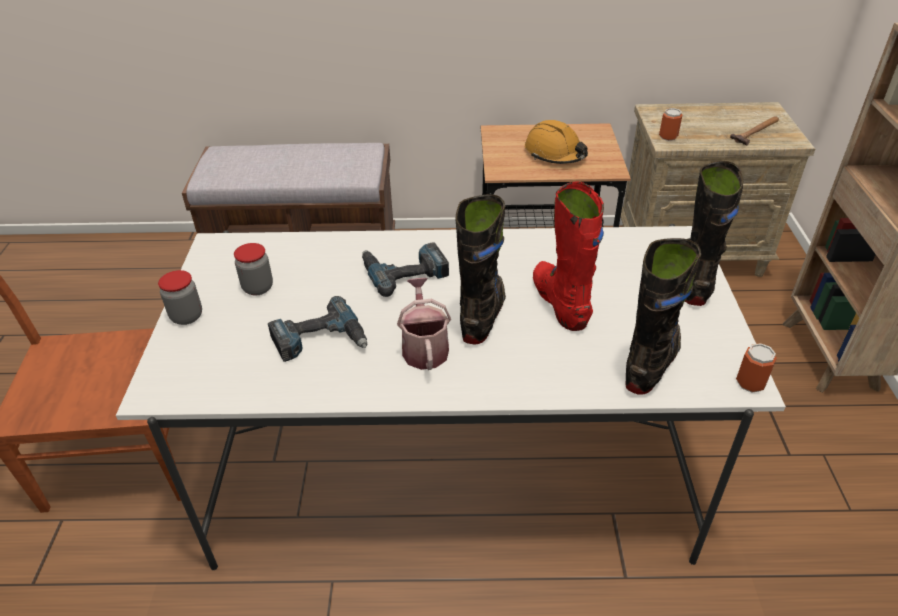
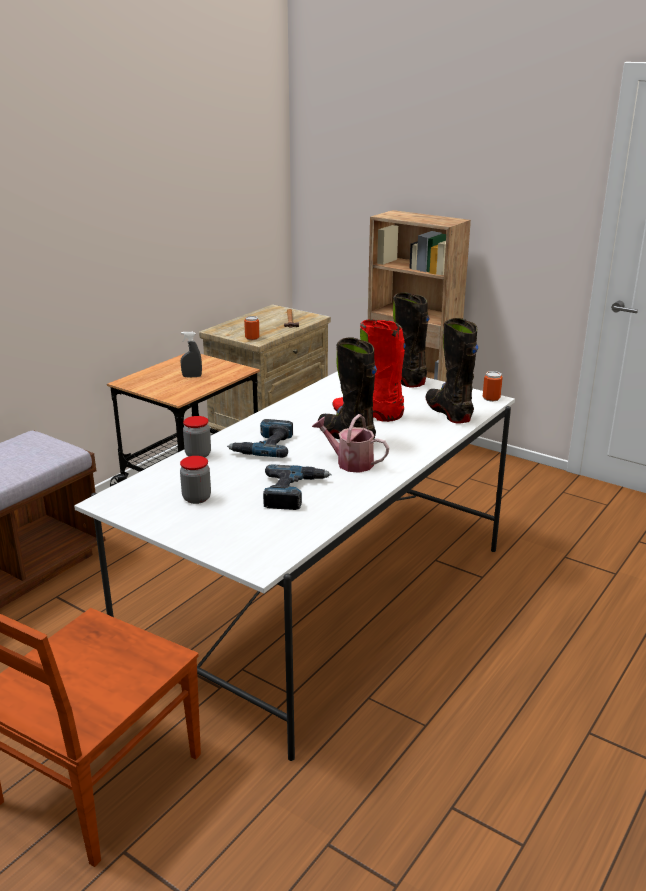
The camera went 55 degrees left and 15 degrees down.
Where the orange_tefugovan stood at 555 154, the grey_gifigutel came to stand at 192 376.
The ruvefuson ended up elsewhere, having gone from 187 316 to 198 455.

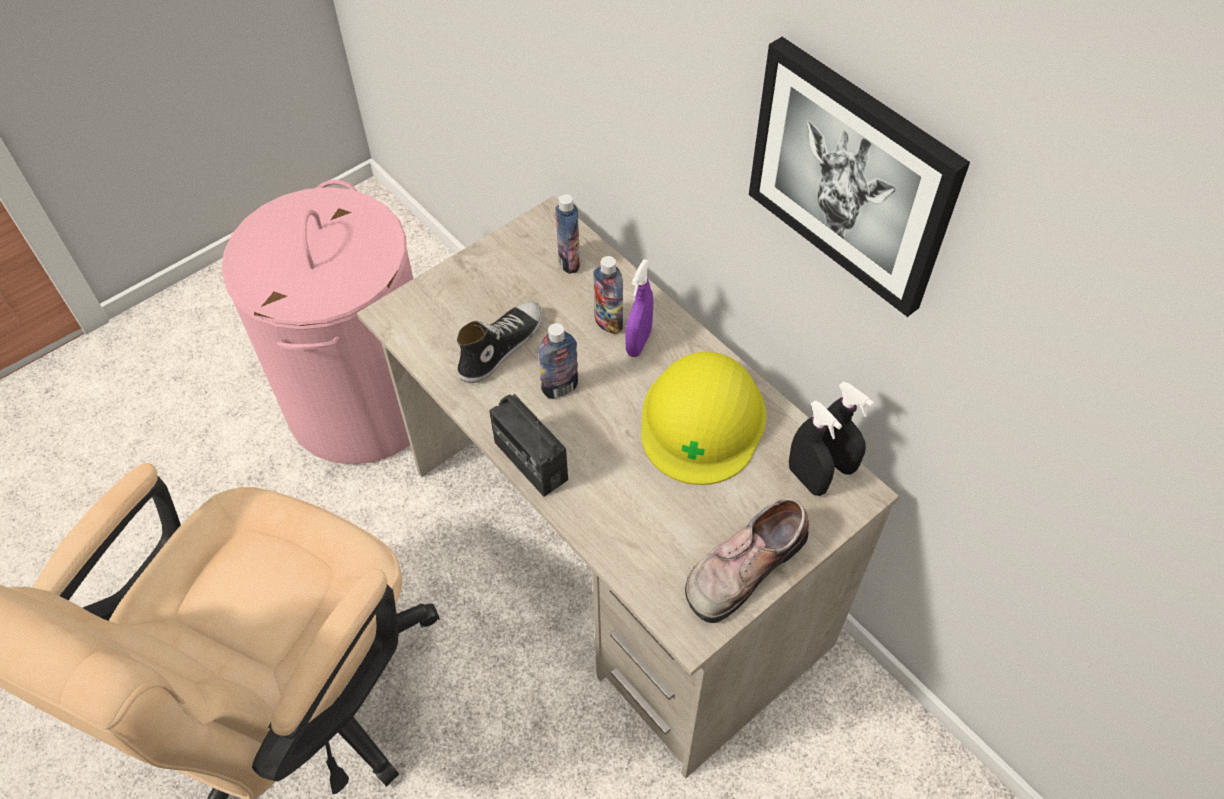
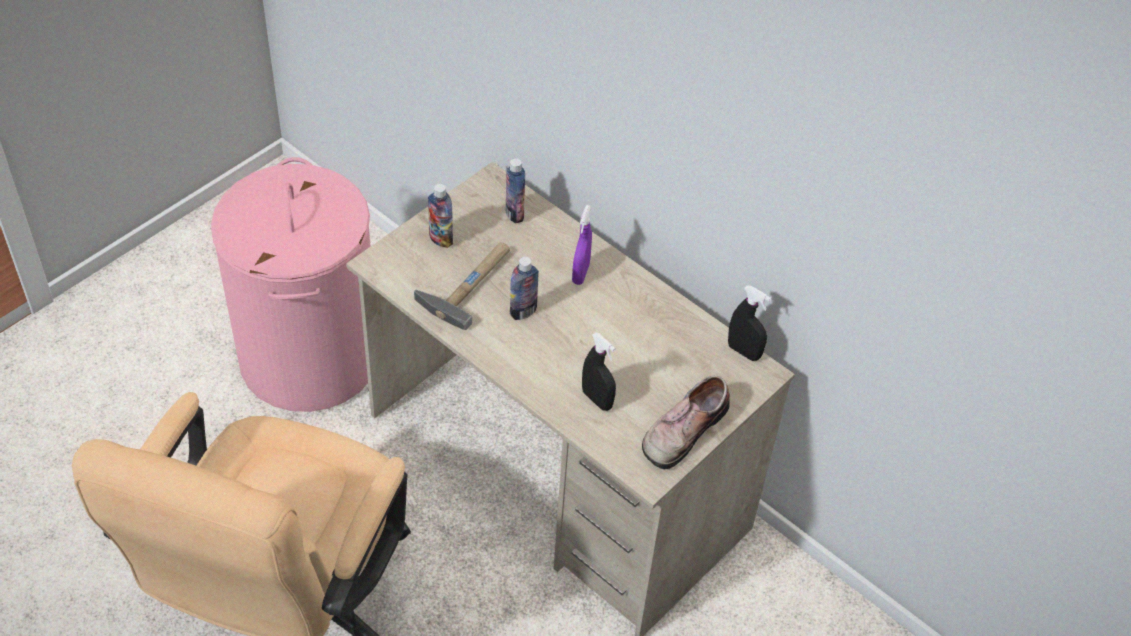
The camera went 10 degrees left and 5 degrees down.
The second view lost the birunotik at 852 176.
The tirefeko ended up elsewhere, having gone from 608 322 to 441 239.
Where the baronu stood at 500 346, the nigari came to stand at 470 283.
The second view lost the yellow_tefugovan at 702 419.
The second view lost the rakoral at 530 461.
The black_gifigutel ended up elsewhere, having gone from 806 479 to 597 399.

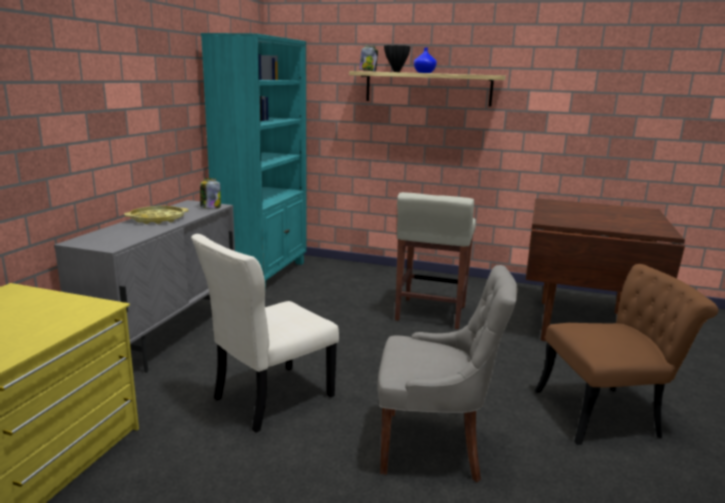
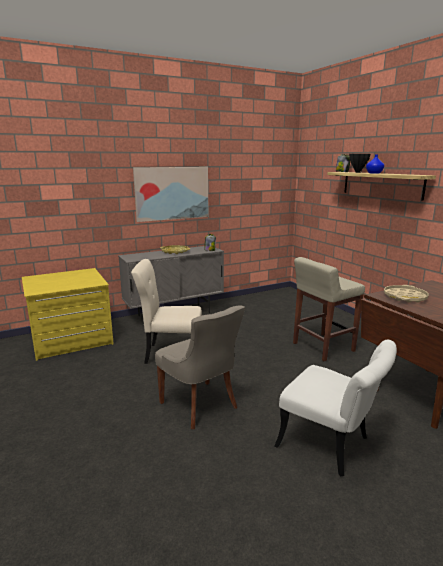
The camera went 45 degrees right and 0 degrees up.
The second view lost the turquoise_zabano at 264 274.
What was the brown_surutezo at 608 413 turned into the white_surutezo at 331 445.
The second view gained the birunotik at 172 193.
The second view gained the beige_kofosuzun at 405 297.

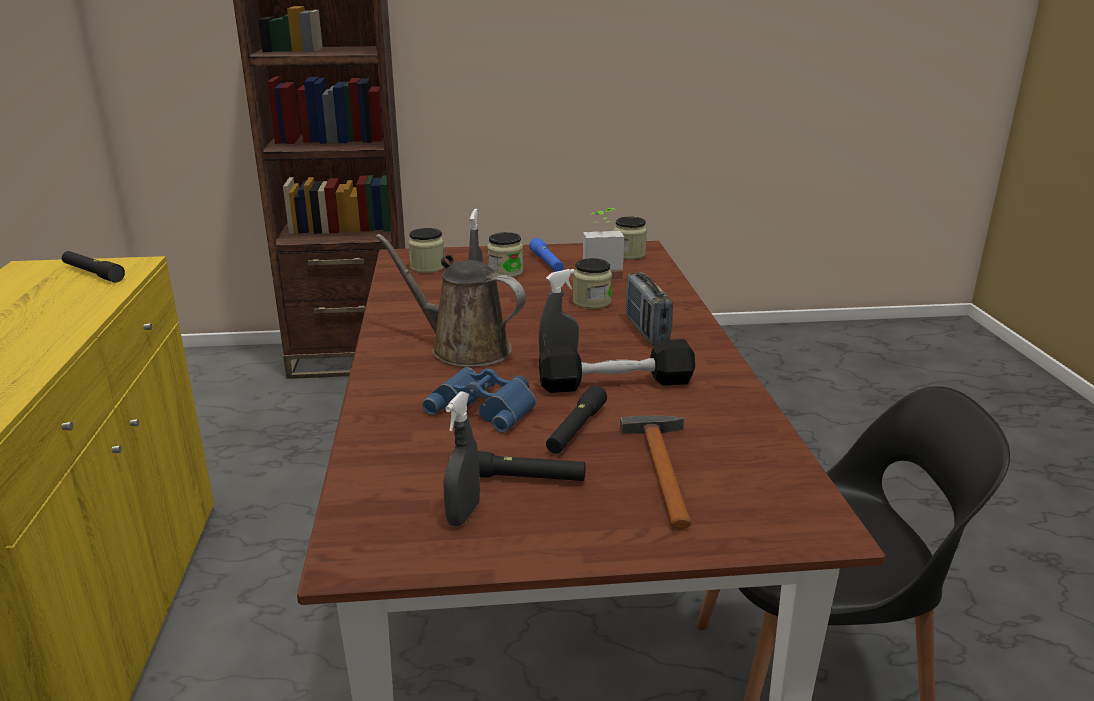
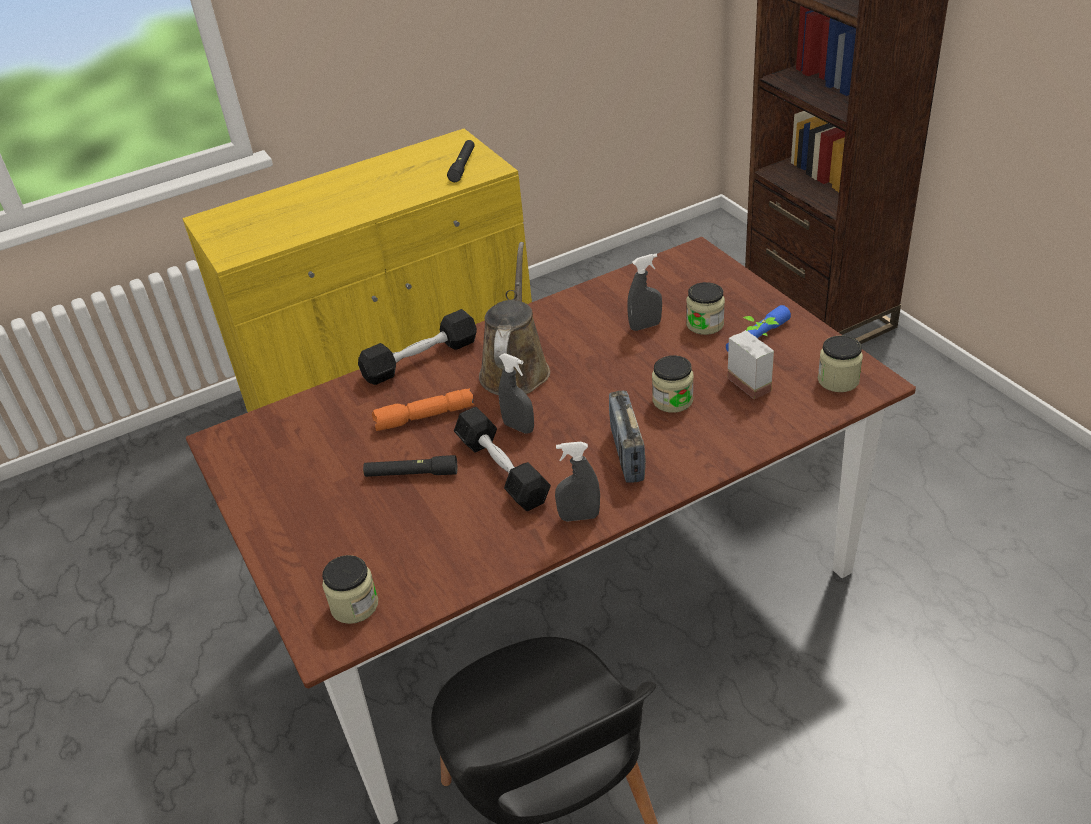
The camera went 70 degrees right and 15 degrees up.
The ruvefuson ended up elsewhere, having gone from 427 267 to 354 605.
The rakoral at 646 331 ended up facing another way, 60 degrees counterclockwise from before.
Where the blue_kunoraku stood at 486 406, the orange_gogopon came to stand at 424 418.
The grey_gifigutel ended up elsewhere, having gone from 463 514 to 579 517.
The second view lost the nigari at 662 467.
The second view lost the black_gogopon at 523 478.
The second view gained the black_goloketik at 421 359.

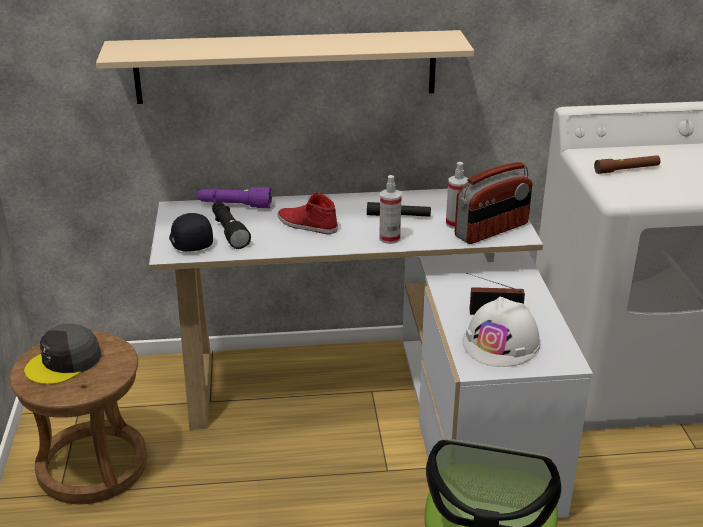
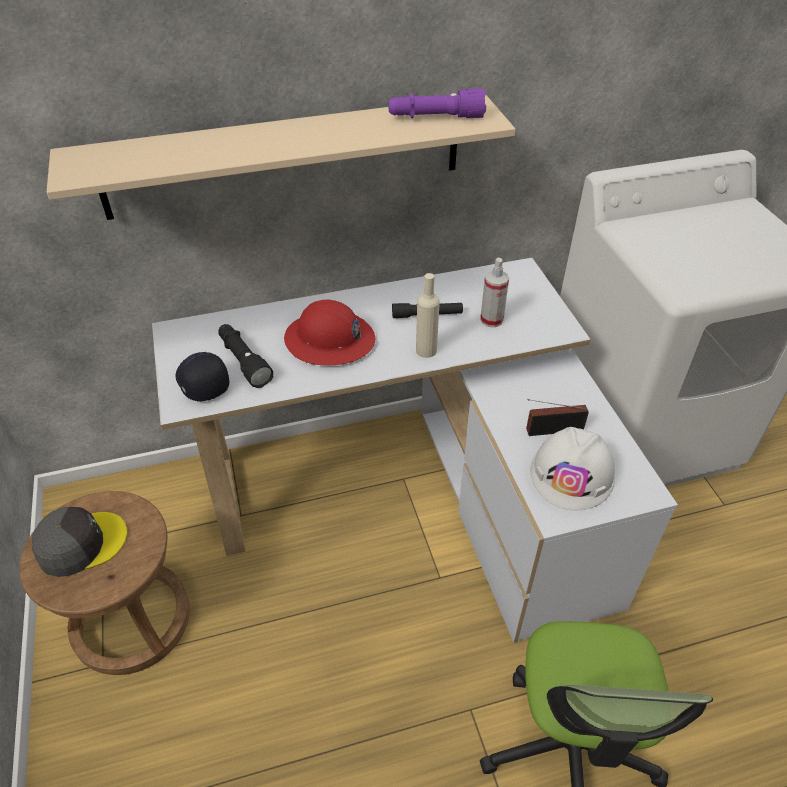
The camera went 10 degrees left and 15 degrees up.
The second view lost the brown_gogopon at 627 169.
The second view lost the rakoral at 492 230.
Where the gifigutel stood at 389 238, the beige_tirefeko came to stand at 426 350.
The purple_gogopon ended up elsewhere, having gone from 235 205 to 435 118.
Where the red_baronu stood at 307 225, the red_tefugovan came to stand at 329 340.
The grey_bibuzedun at 64 362 ended up facing another way, 150 degrees counterclockwise from before.

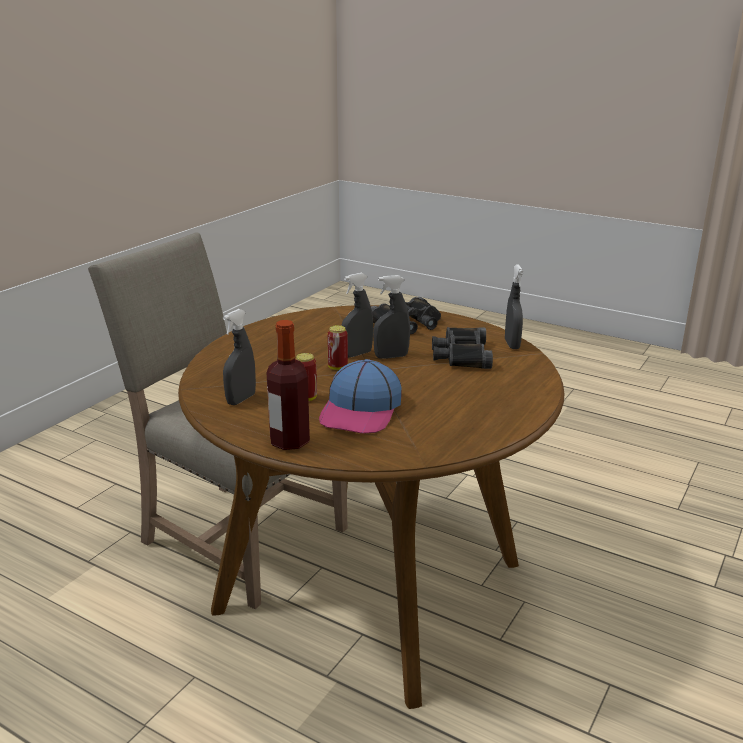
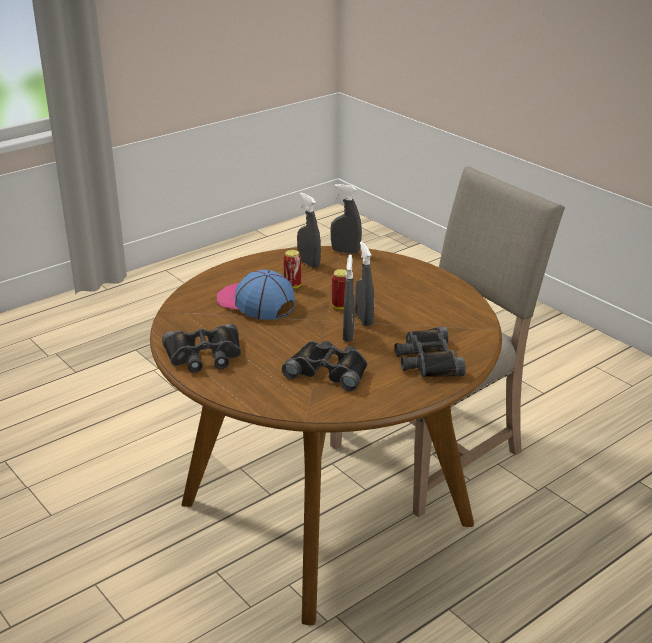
The camera went 110 degrees right and 5 degrees up.
The grey_gifigutel ended up elsewhere, having gone from 512 344 to 345 251.
The second view lost the tirefeko at 289 441.
The second view gained the black_kunoraku at 204 355.

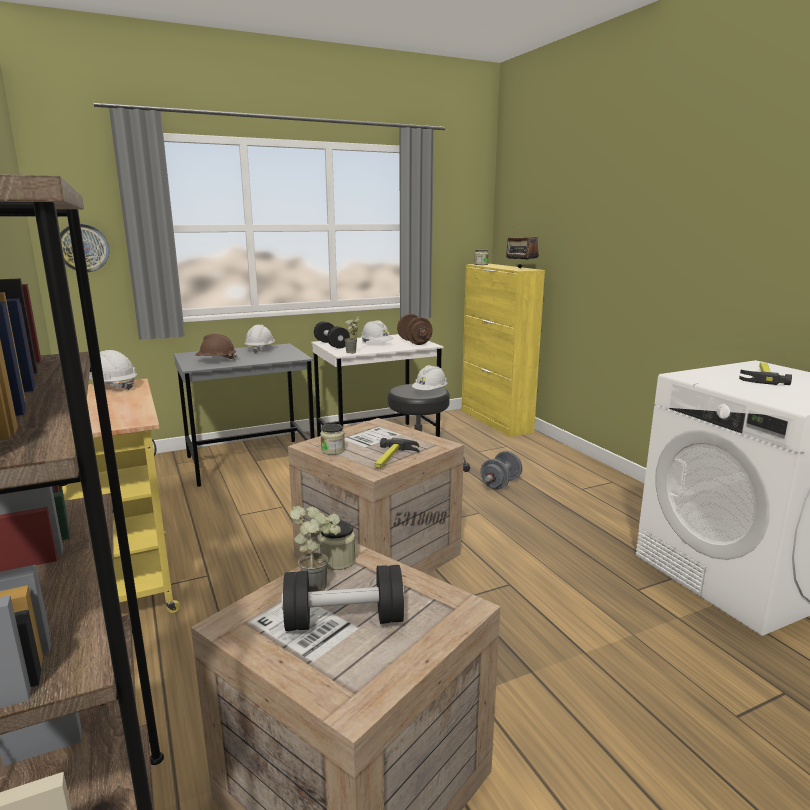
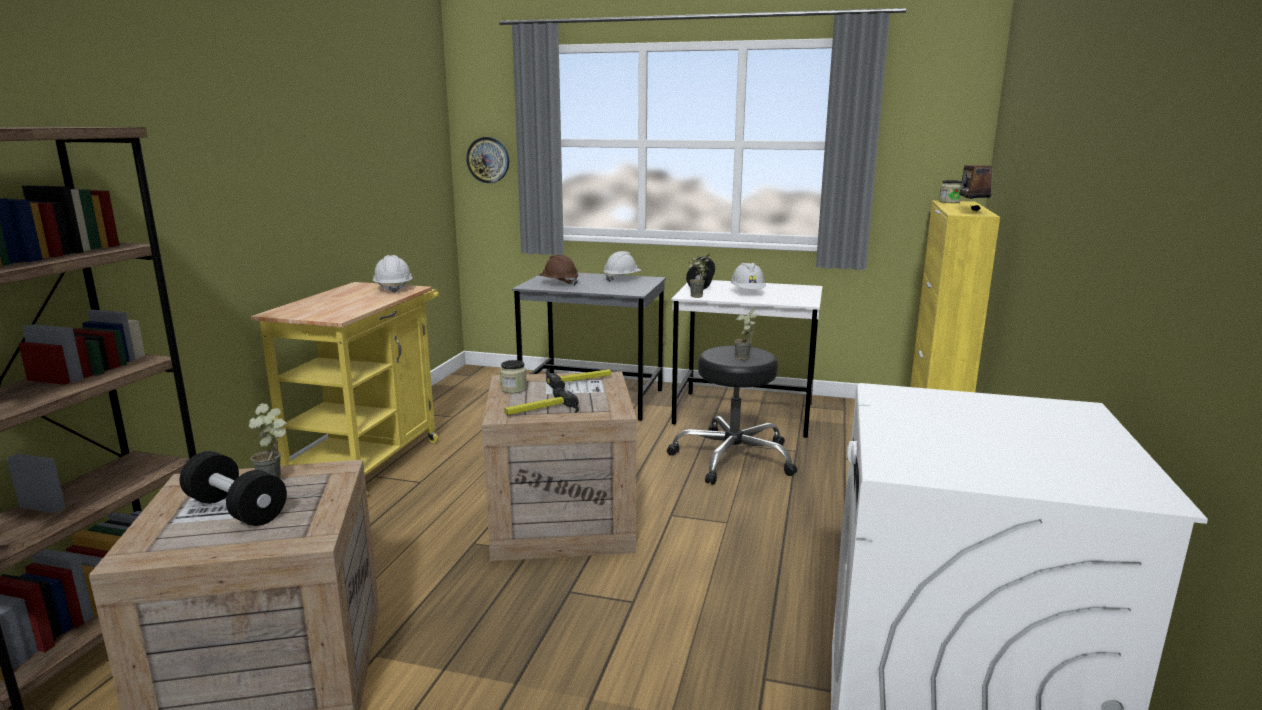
The camera went 40 degrees right and 0 degrees up.
The second view lost the brown_goloketik at 414 342.
The nigari ended up elsewhere, having gone from 761 376 to 578 380.
Where the white_tefugovan stood at 430 392, the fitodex came to stand at 745 360.
The second view lost the grey_goloketik at 500 484.
The second view lost the ruvefuson at 338 561.

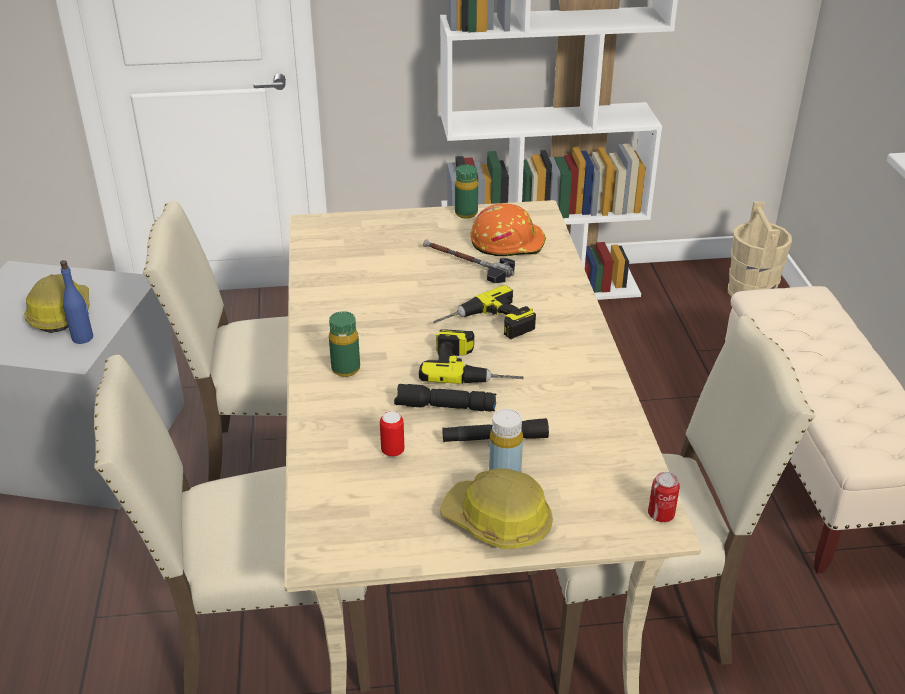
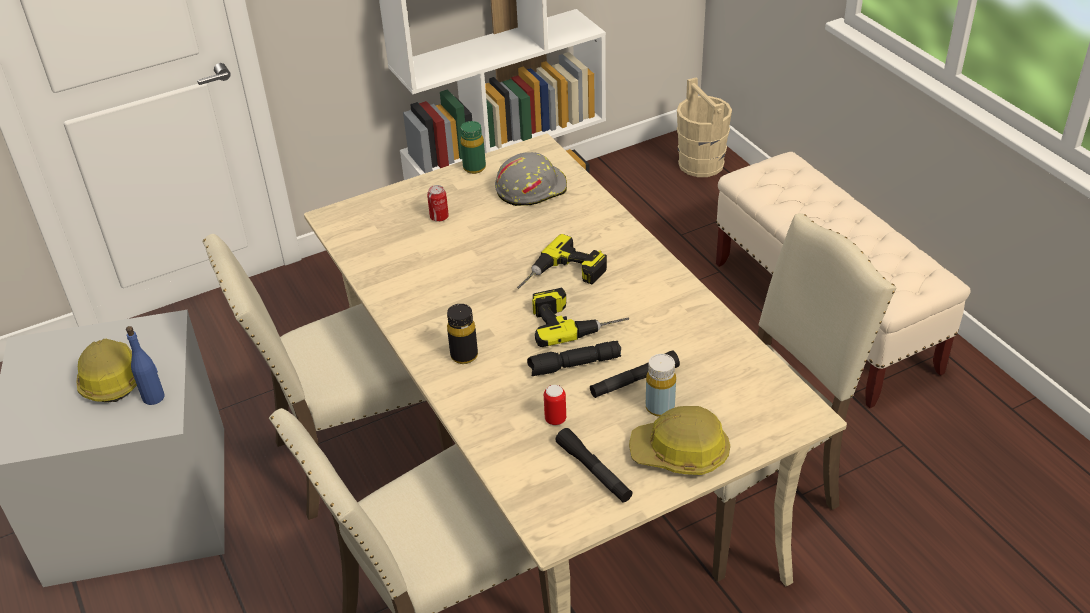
The camera went 20 degrees left and 5 degrees up.
What was the orange_tefugovan at 507 242 turned into the grey_tefugovan at 531 188.
The second view lost the nigari at 466 264.
What was the green_tirefeko at 346 369 turned into the black_tirefeko at 464 356.
The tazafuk ended up elsewhere, having gone from 661 514 to 439 217.
The second view gained the black_gogopon at 594 471.

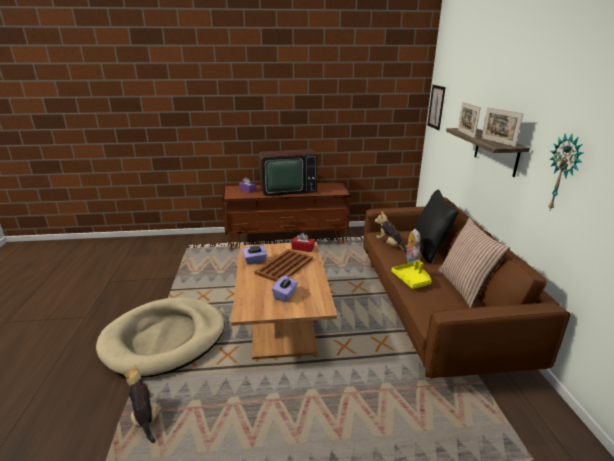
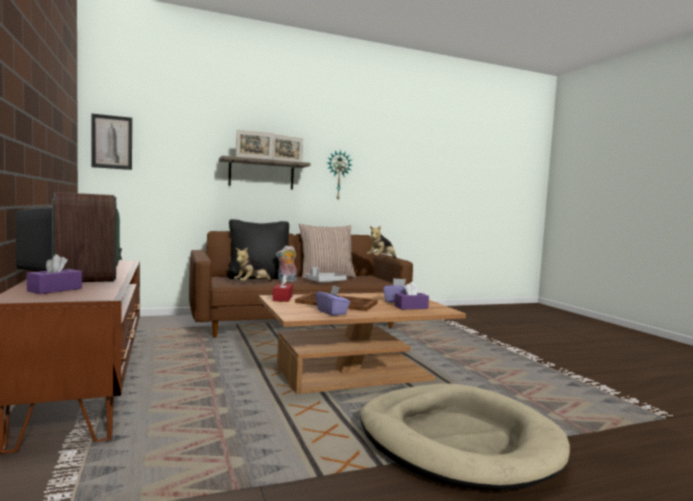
The camera went 105 degrees left and 20 degrees down.
What was the yellow_kofosuzun at 412 279 turned into the grey_kofosuzun at 325 282.
The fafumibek ended up elsewhere, having gone from 145 417 to 381 259.
The second view gained the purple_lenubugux at 411 307.

